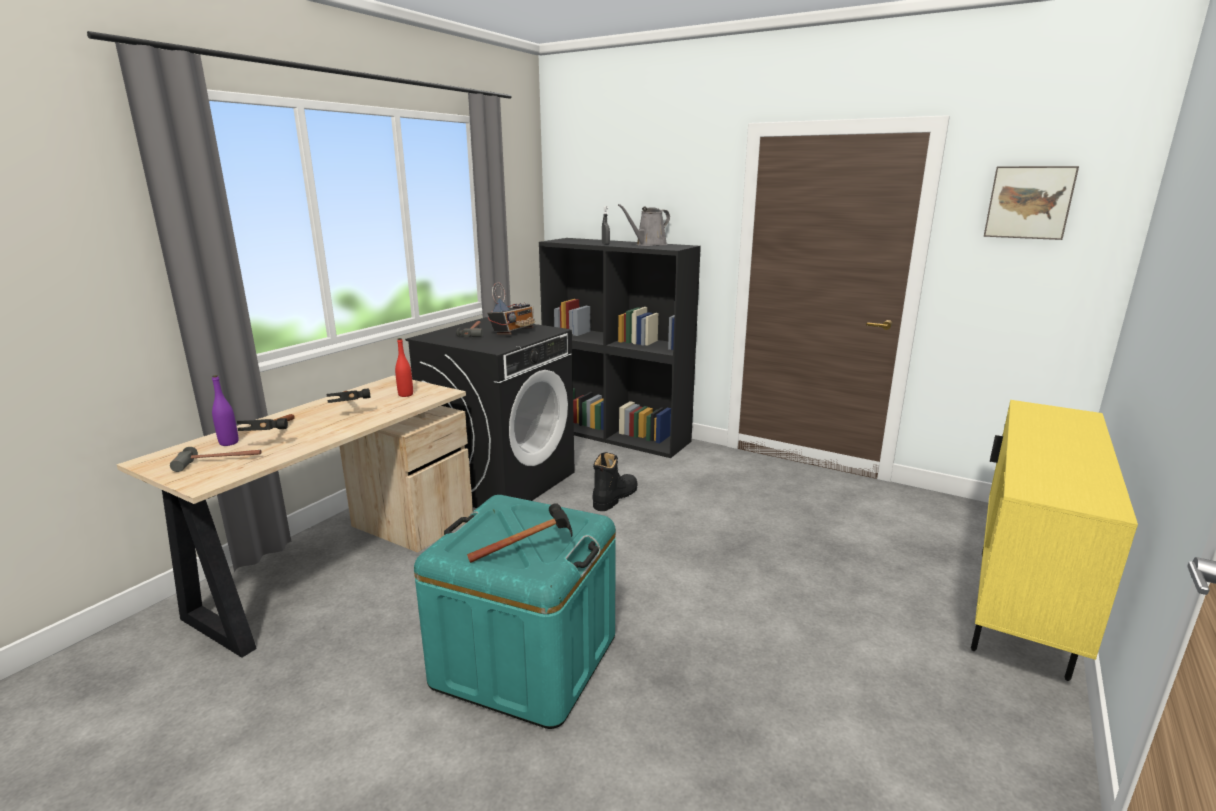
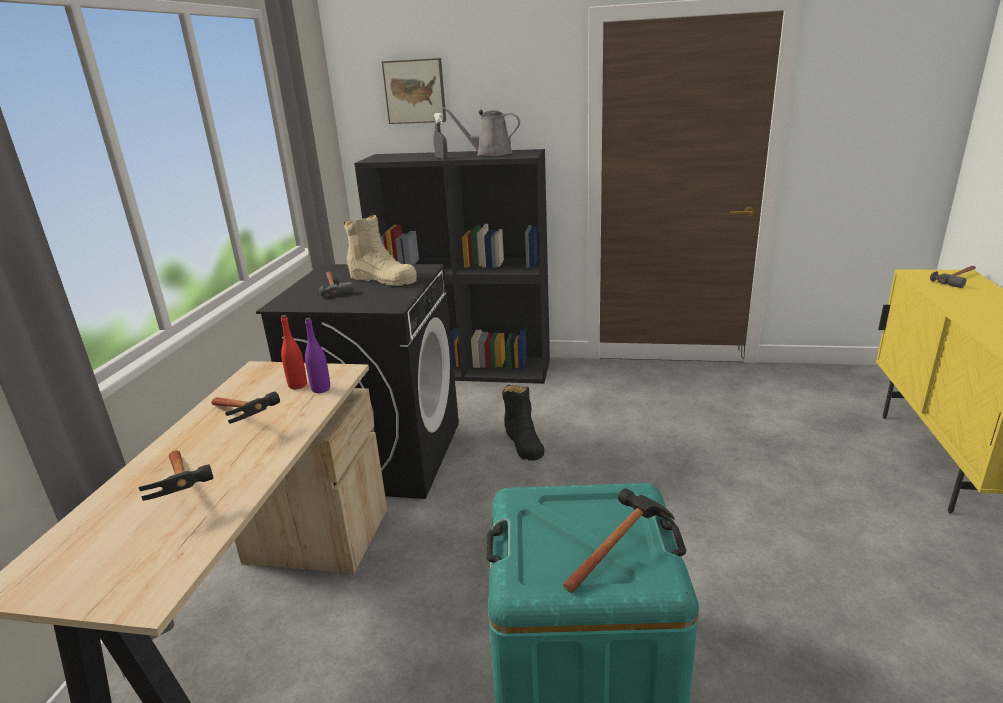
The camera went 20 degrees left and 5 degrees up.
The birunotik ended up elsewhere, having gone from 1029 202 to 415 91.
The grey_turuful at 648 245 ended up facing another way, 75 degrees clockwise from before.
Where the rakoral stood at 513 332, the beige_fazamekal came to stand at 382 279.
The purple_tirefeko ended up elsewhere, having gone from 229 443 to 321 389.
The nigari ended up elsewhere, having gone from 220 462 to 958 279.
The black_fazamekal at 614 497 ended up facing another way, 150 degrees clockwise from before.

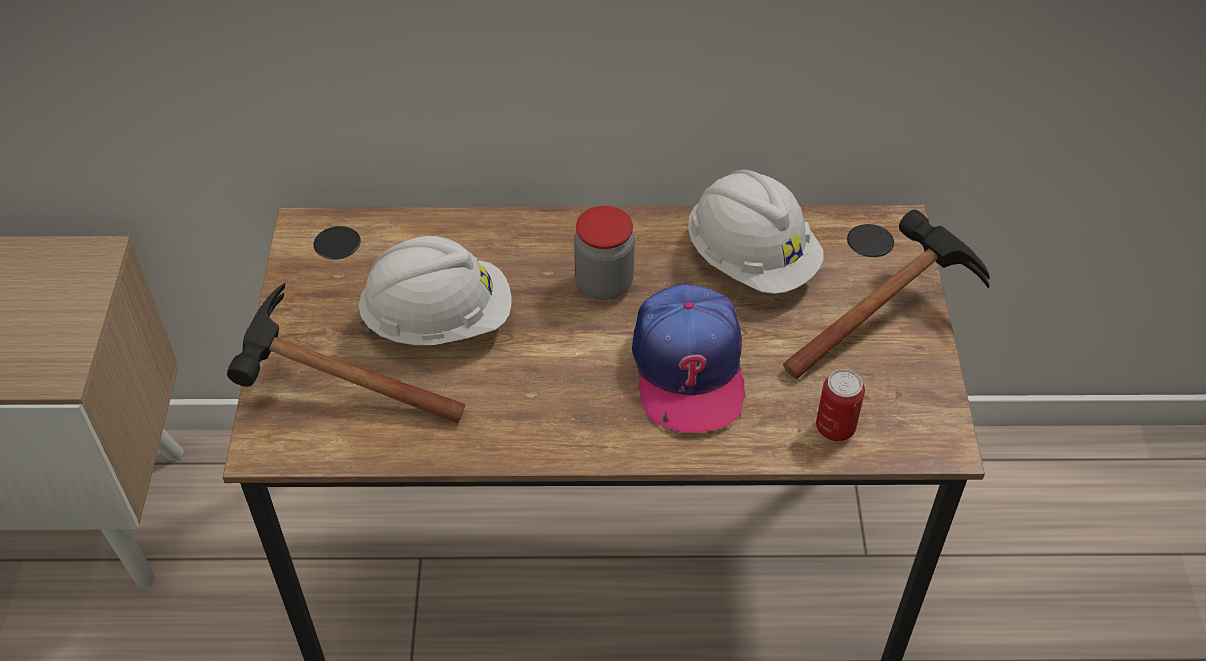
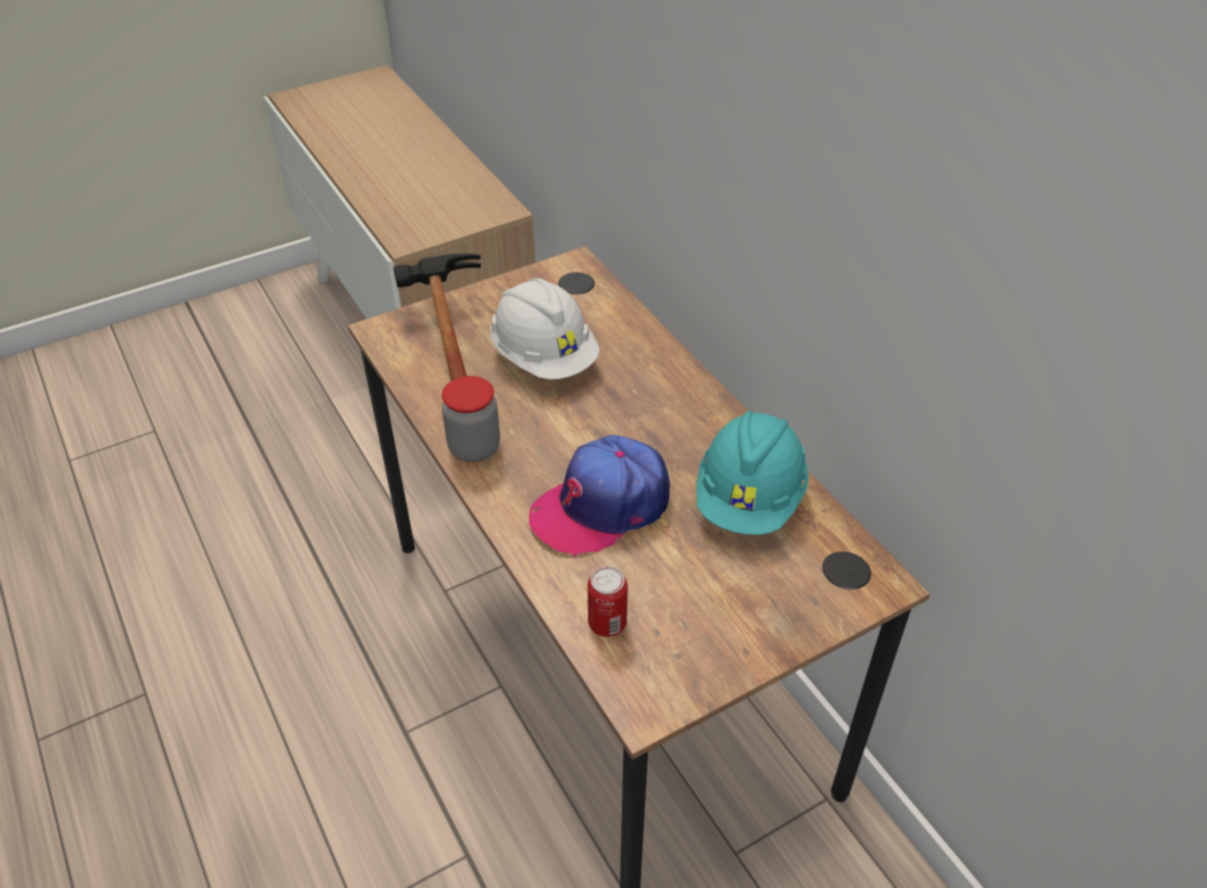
The camera went 60 degrees right and 5 degrees down.
What was the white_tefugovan at 751 260 turned into the turquoise_tefugovan at 749 499.
The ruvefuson ended up elsewhere, having gone from 604 283 to 474 448.
The second view lost the nigari at 888 313.

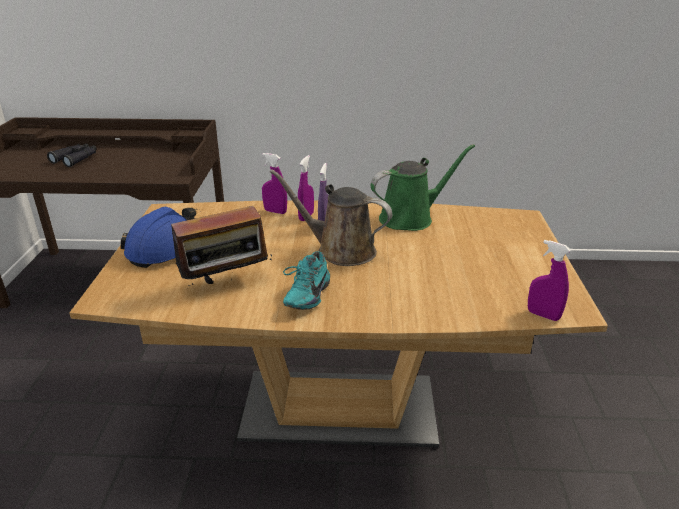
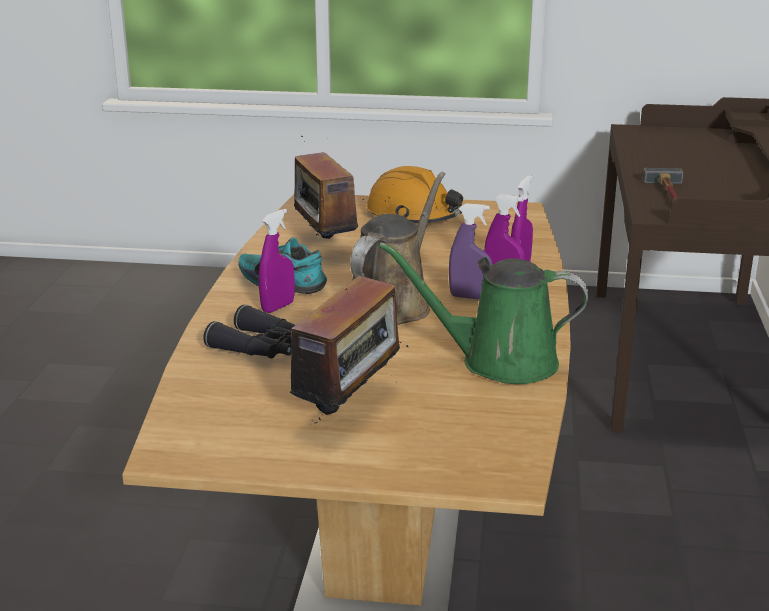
The camera went 95 degrees right and 5 degrees down.
The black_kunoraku ended up elsewhere, having gone from 76 159 to 262 348.
The green_turuful at 410 218 ended up facing another way, 120 degrees clockwise from before.
What was the blue_tefugovan at 165 248 turned into the orange_tefugovan at 414 216.
The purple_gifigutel ended up elsewhere, having gone from 543 315 to 278 307.
The second view gained the nigari at 669 194.
The second view gained the rakoral at 350 406.

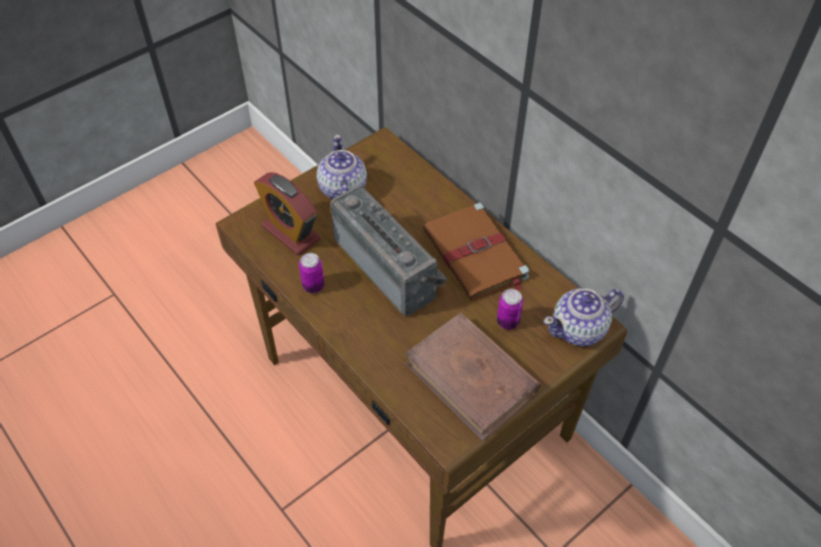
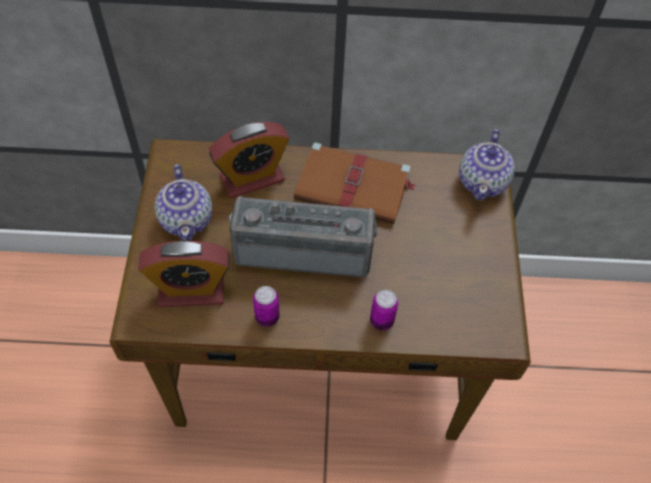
The camera went 50 degrees left and 5 degrees up.
The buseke at 342 189 ended up facing another way, 135 degrees counterclockwise from before.
The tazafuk ended up elsewhere, having gone from 507 322 to 381 320.
The second view lost the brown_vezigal at 471 378.
The second view gained the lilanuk at 252 178.

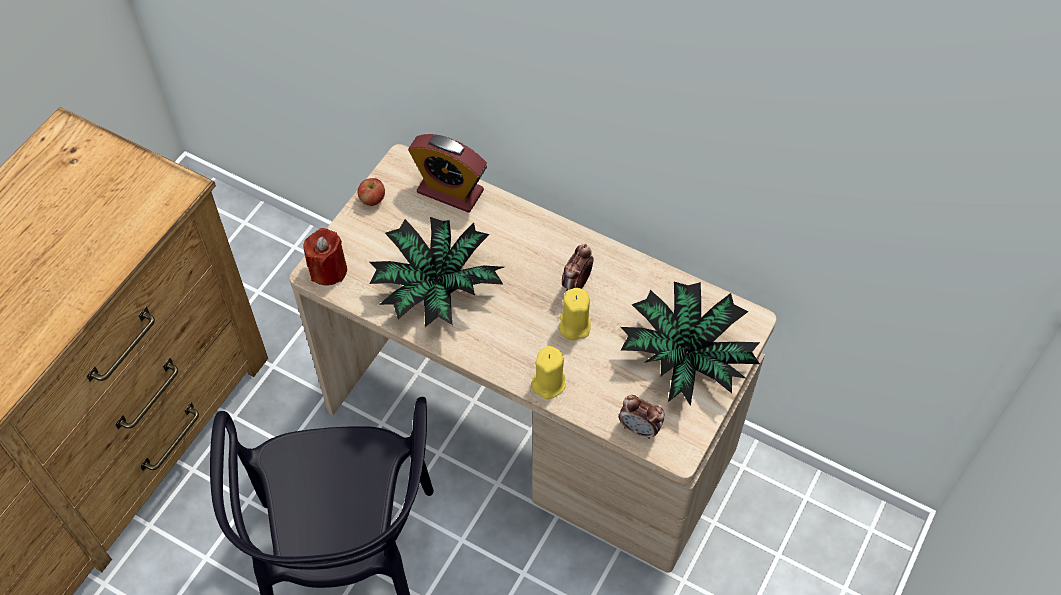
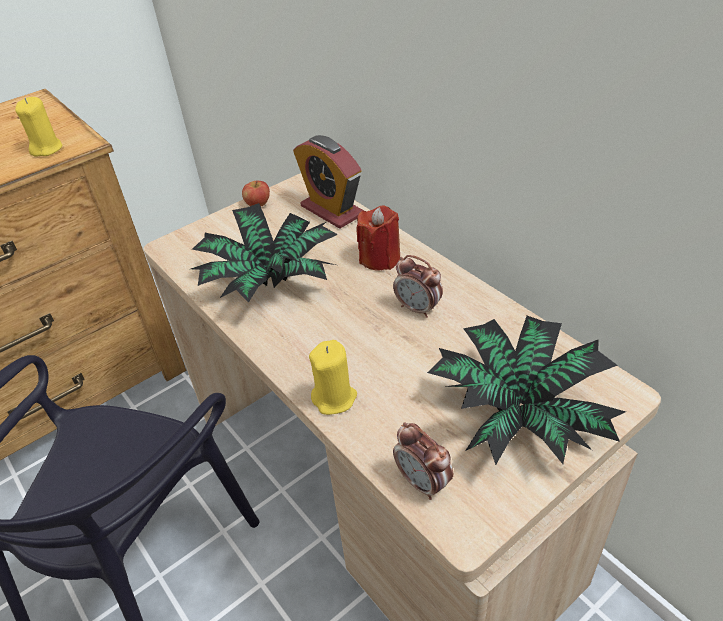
The camera went 25 degrees right and 15 degrees down.
The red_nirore ended up elsewhere, having gone from 328 270 to 380 258.
The lilanuk at 576 284 ended up facing another way, 105 degrees counterclockwise from before.
The yellow_nirore ended up elsewhere, having gone from 574 326 to 47 149.

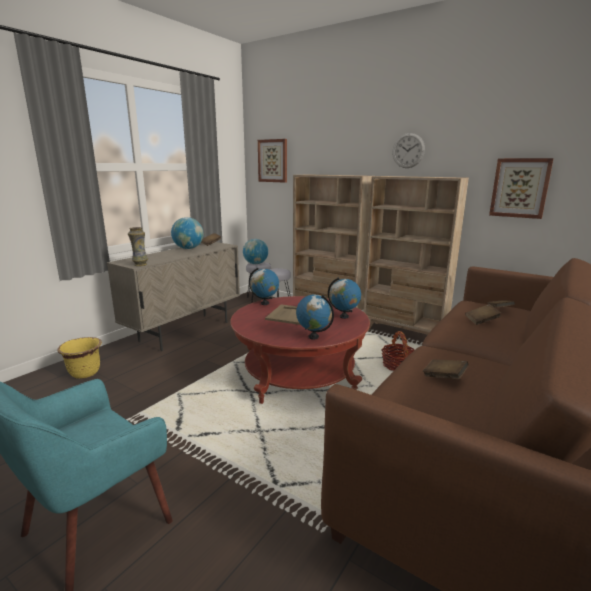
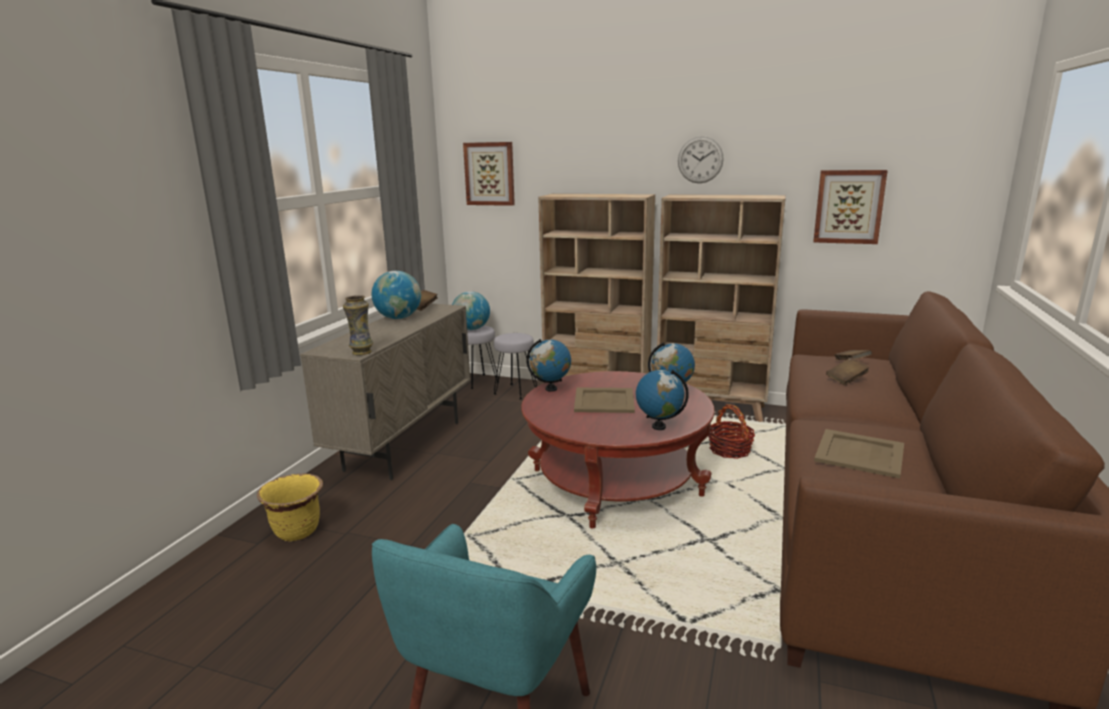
The camera went 15 degrees left and 0 degrees up.
Where the brown_vezigal stood at 444 377, the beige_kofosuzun came to stand at 860 453.

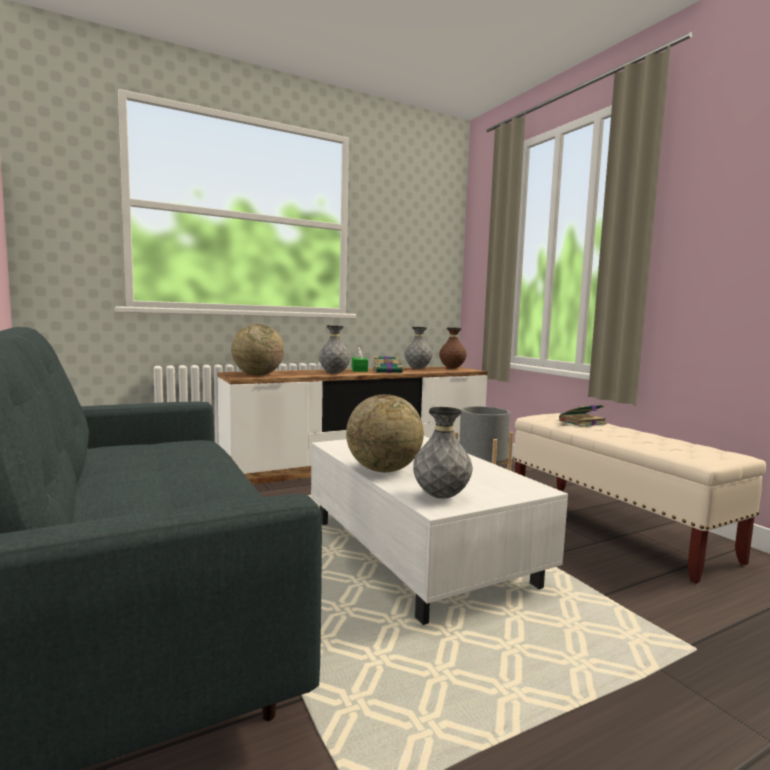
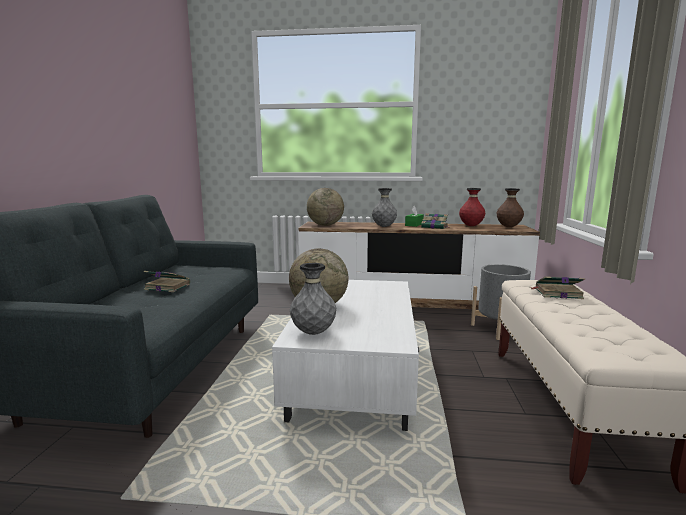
The camera went 35 degrees right and 5 degrees up.
What was the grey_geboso at 417 369 turned into the red_geboso at 471 226.
The second view gained the vezigal at 166 287.

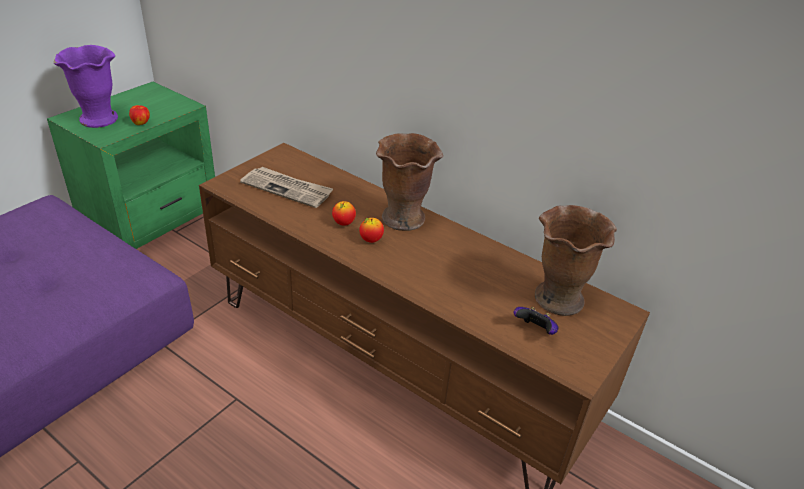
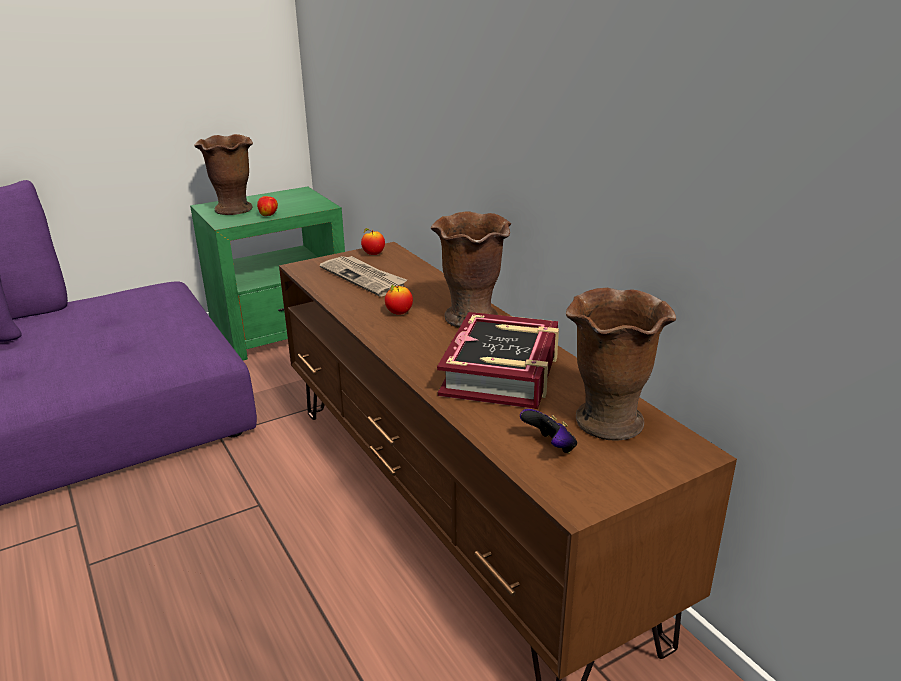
The camera went 25 degrees right and 10 degrees down.
What was the purple_geboso at 98 119 turned into the brown_geboso at 233 209.
The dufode ended up elsewhere, having gone from 371 240 to 373 254.
The second view gained the vezigal at 502 372.

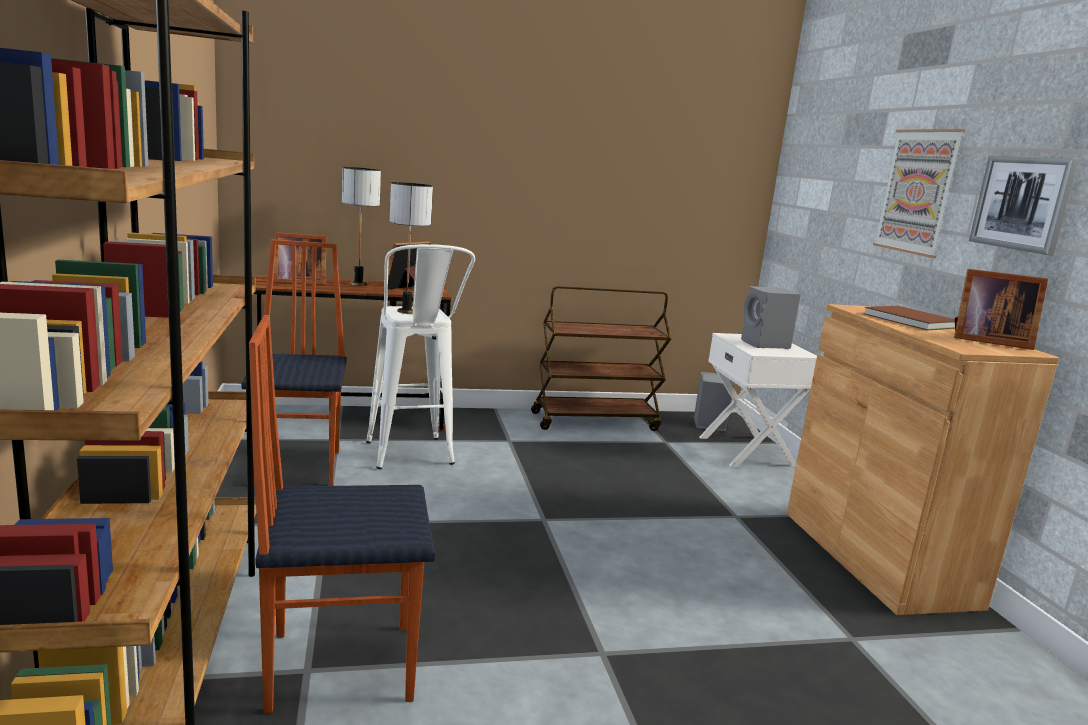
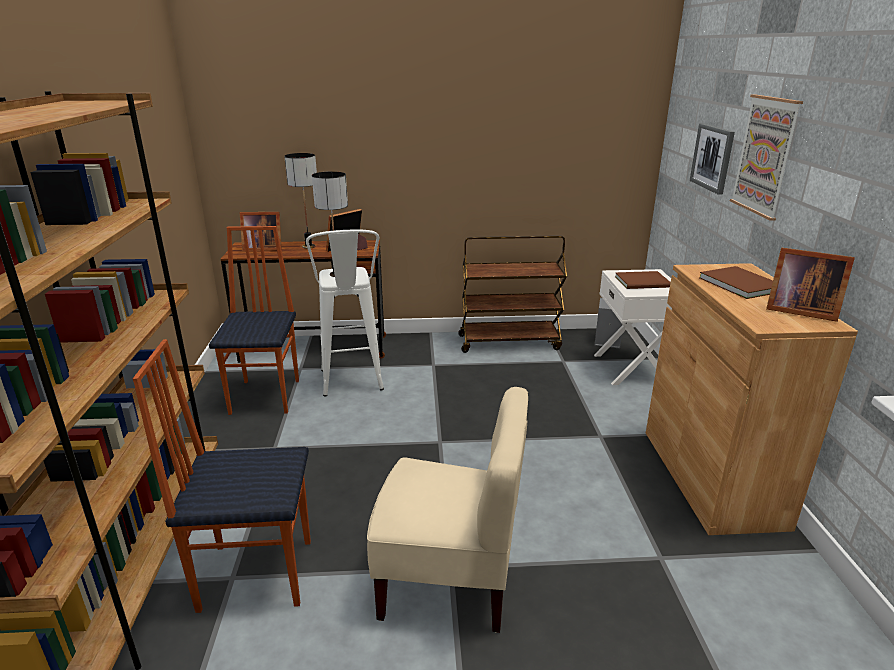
The camera went 10 degrees right and 10 degrees up.
The birunotik ended up elsewhere, having gone from 1022 203 to 712 157.
Where the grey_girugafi stood at 765 344, the brown_vezigal came to stand at 644 282.
The second view gained the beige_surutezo at 449 581.

